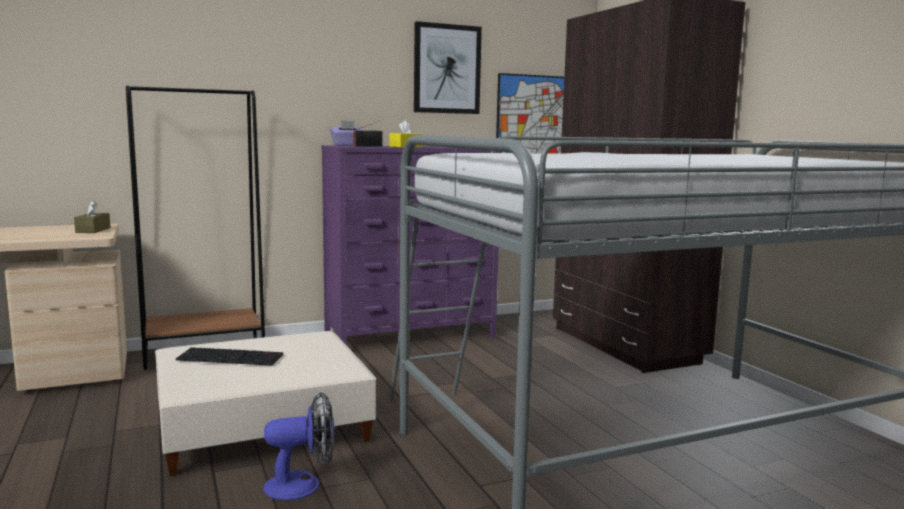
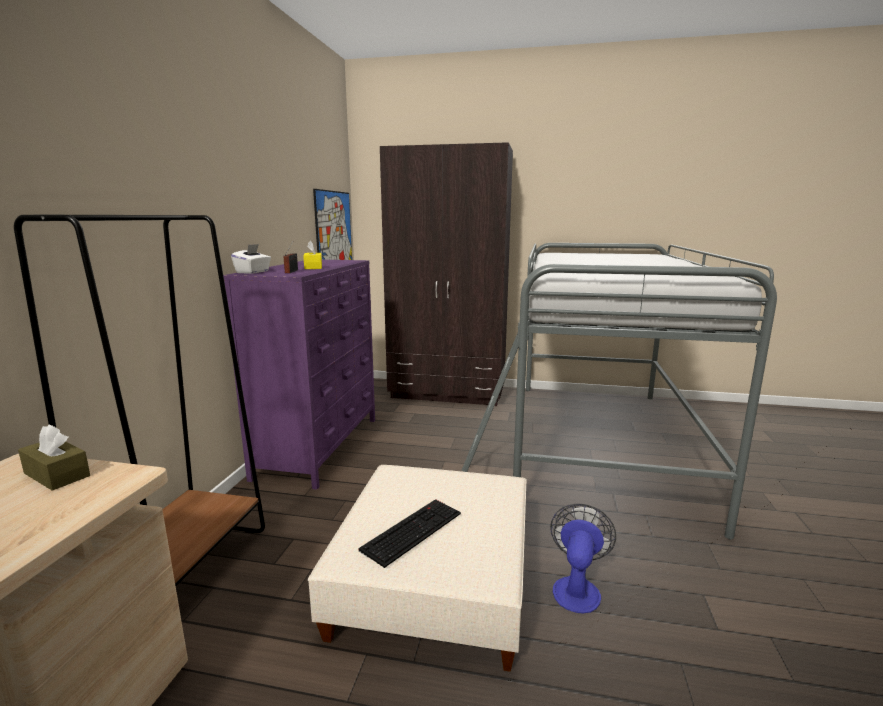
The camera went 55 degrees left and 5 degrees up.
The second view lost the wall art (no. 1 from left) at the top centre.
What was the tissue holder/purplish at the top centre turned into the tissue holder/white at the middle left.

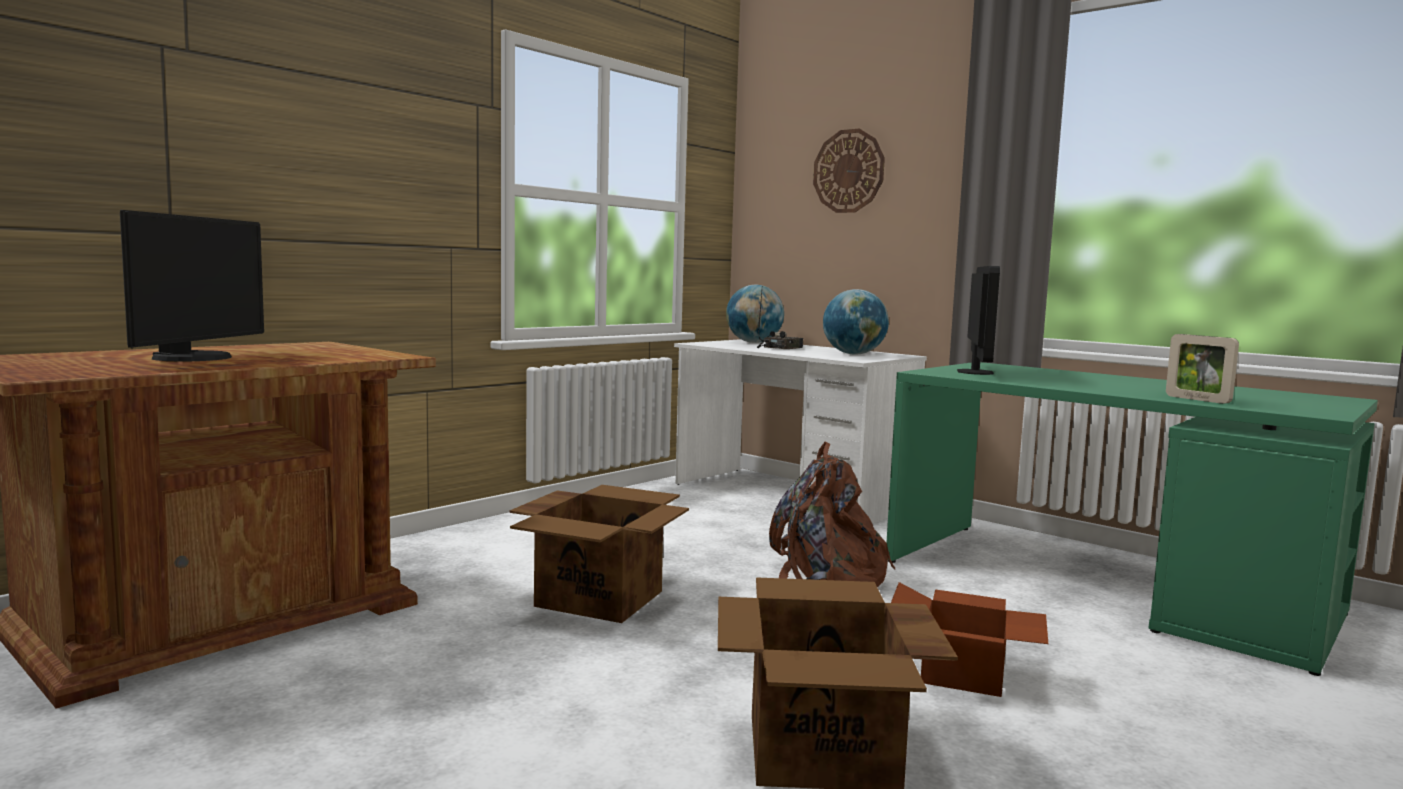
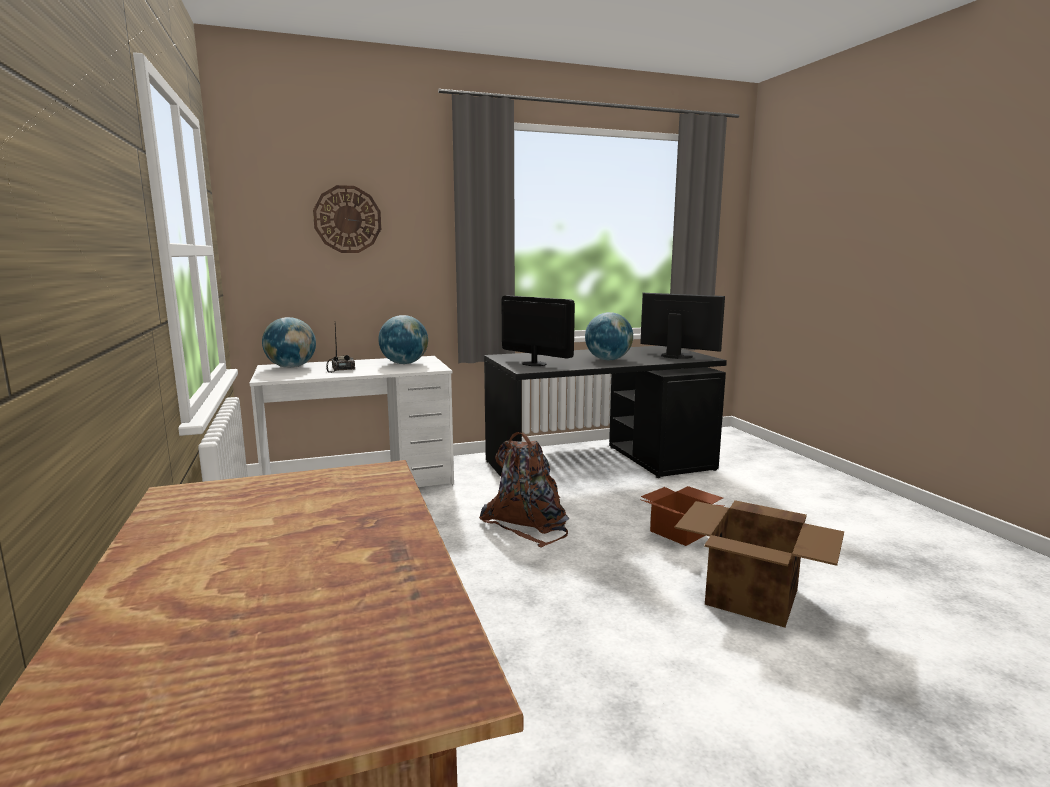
The camera went 60 degrees left and 5 degrees up.
The second view lost the carton (no. 1 from left) at the bottom centre.
The second view lost the picture frame at the middle right.
The second view gained the globe (no. 3 from left) at the centre.
The computer display (no. 1 from left in the first image) ended up elsewhere, having gone from the middle left to the centre.
What was the desk unit/greenish at the middle right turned into the desk unit/blackish at the centre.

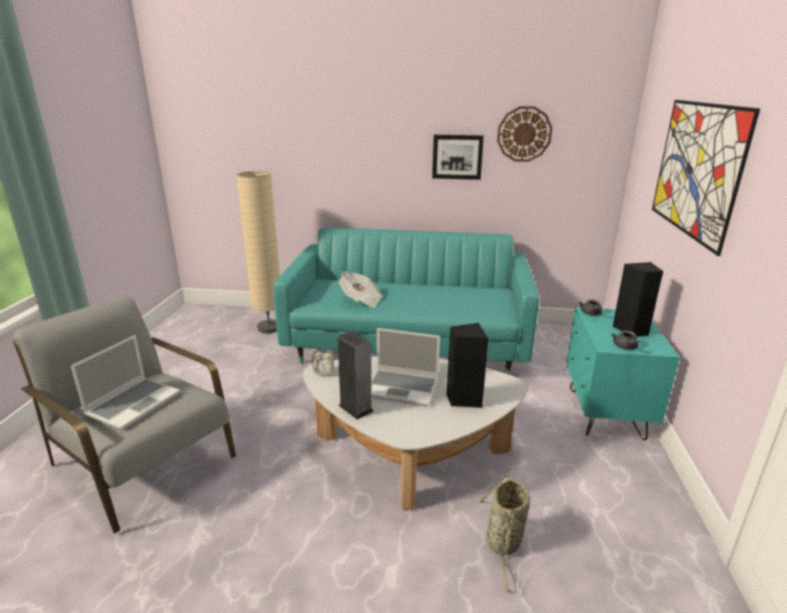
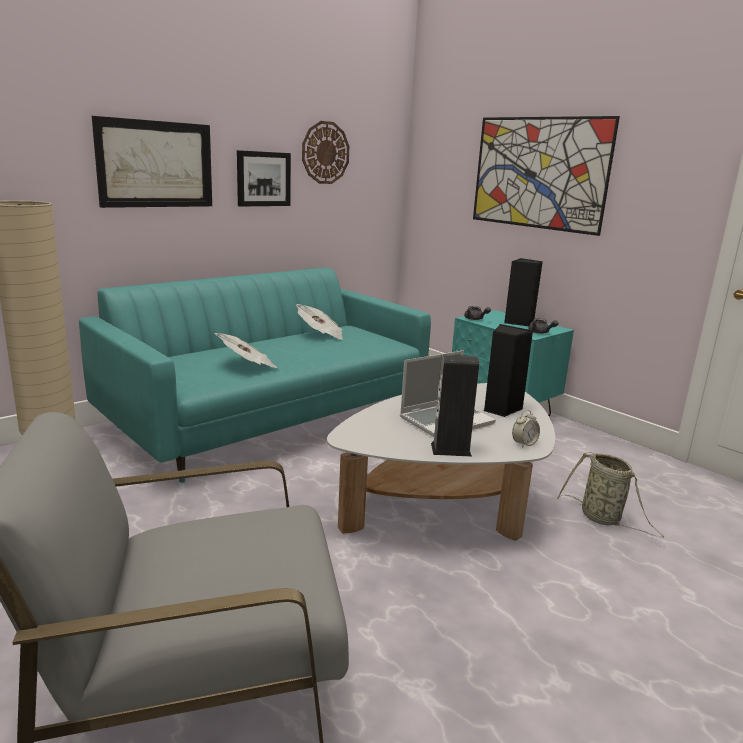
The camera went 50 degrees left and 5 degrees down.
The second view lost the notebook computer (no. 1 from left) at the middle left.
The second view gained the wall art (no. 1 from left) at the top left.
The second view gained the newspaper (no. 2 from left) at the centre.
The alarm clock ended up elsewhere, having gone from the centre to the middle right.

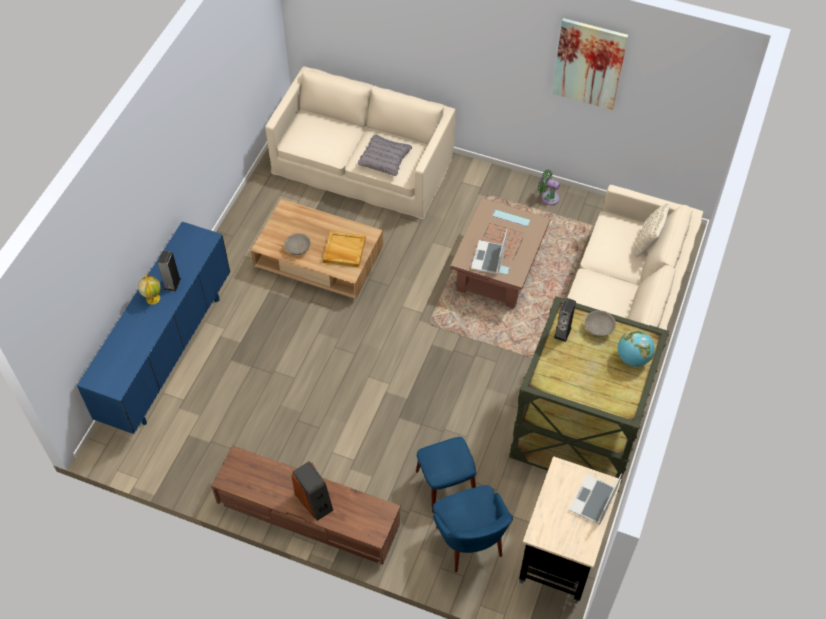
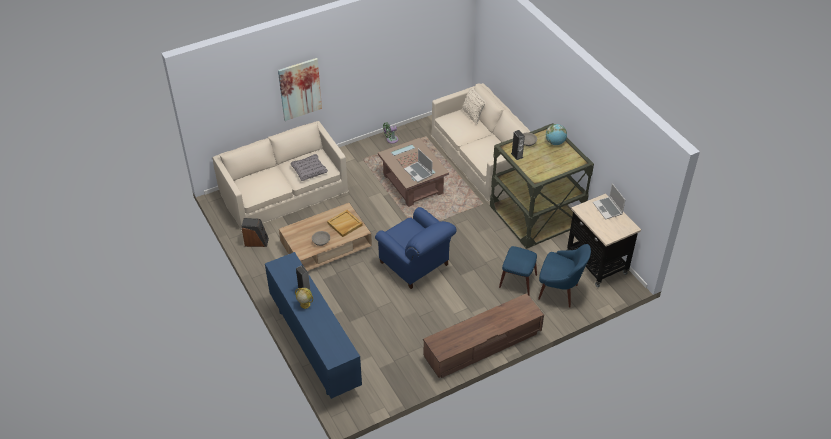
The camera went 50 degrees left and 10 degrees down.
The second view gained the lounge chair/blue-coloured (no. 1 from left) at the centre.
The speaker (no. 2 from left in the first image) ended up elsewhere, having gone from the bottom centre to the middle left.
The wall art ended up elsewhere, having gone from the top right to the top centre.

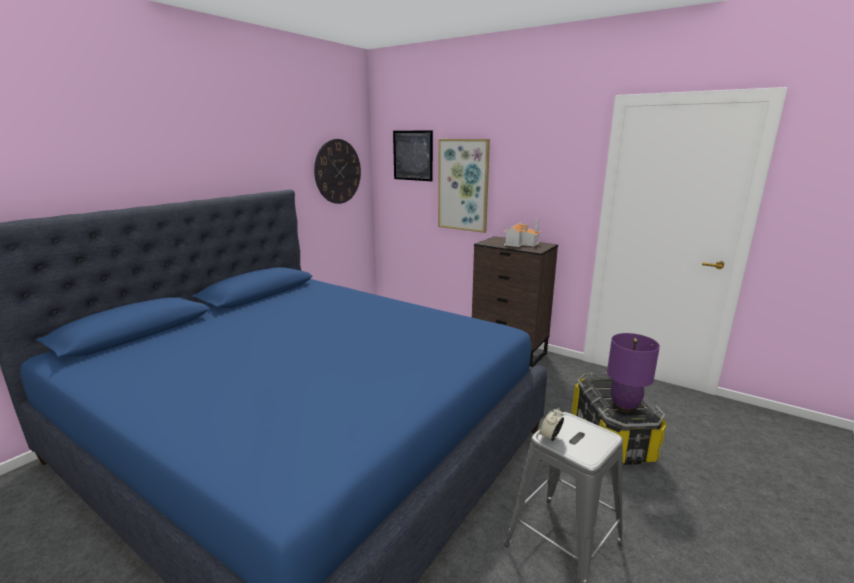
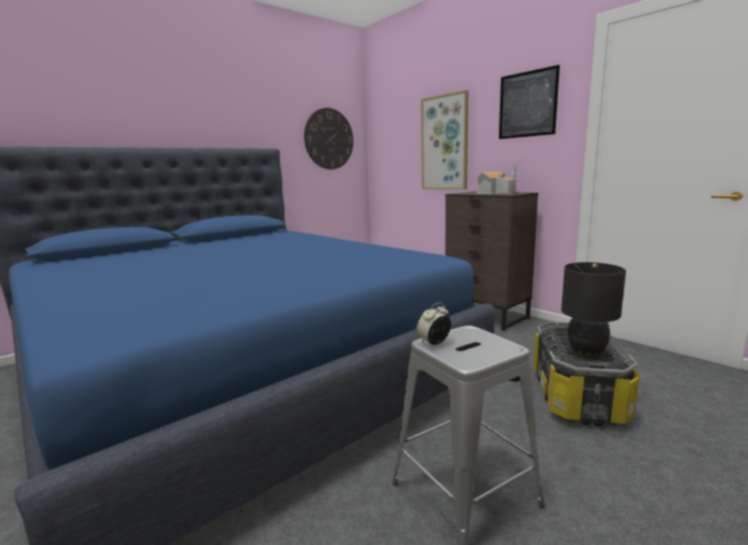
The camera went 15 degrees right and 5 degrees down.
The wall art (no. 1 from left in the first image) ended up elsewhere, having gone from the top centre to the top right.
What was the tabletop lamp/purplish at the middle right turned into the tabletop lamp/blackish at the middle right.

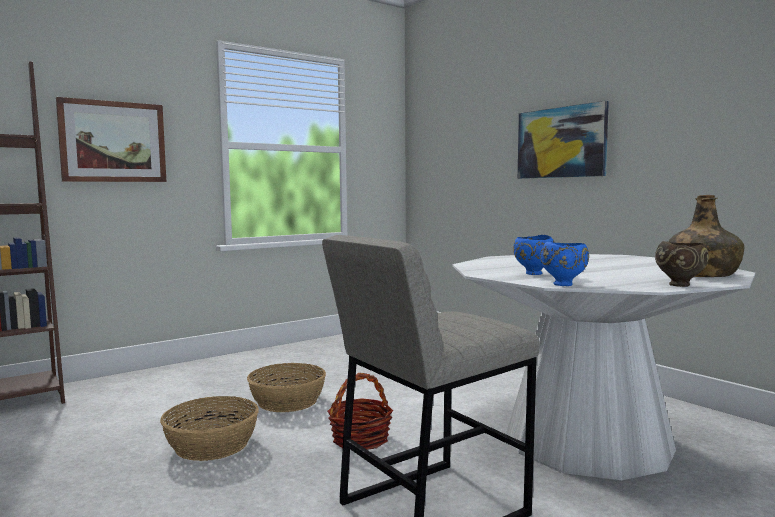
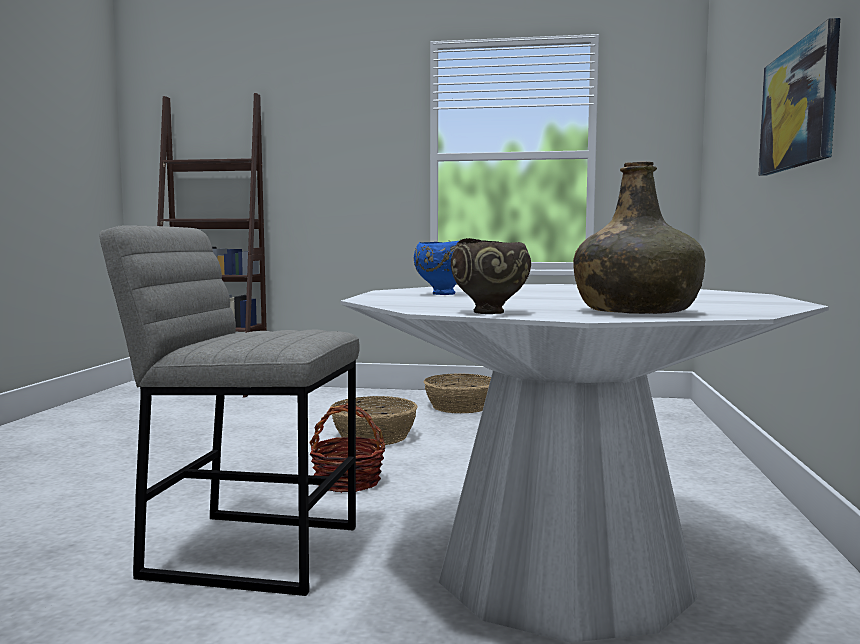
The camera went 45 degrees right and 0 degrees up.
The second view lost the wall art (no. 1 from left) at the top left.
The second view lost the bowl/blue-coloured (no. 2 from left) at the middle right.
The storage basket (no. 1 from left in the first image) ended up elsewhere, having gone from the bottom left to the centre.

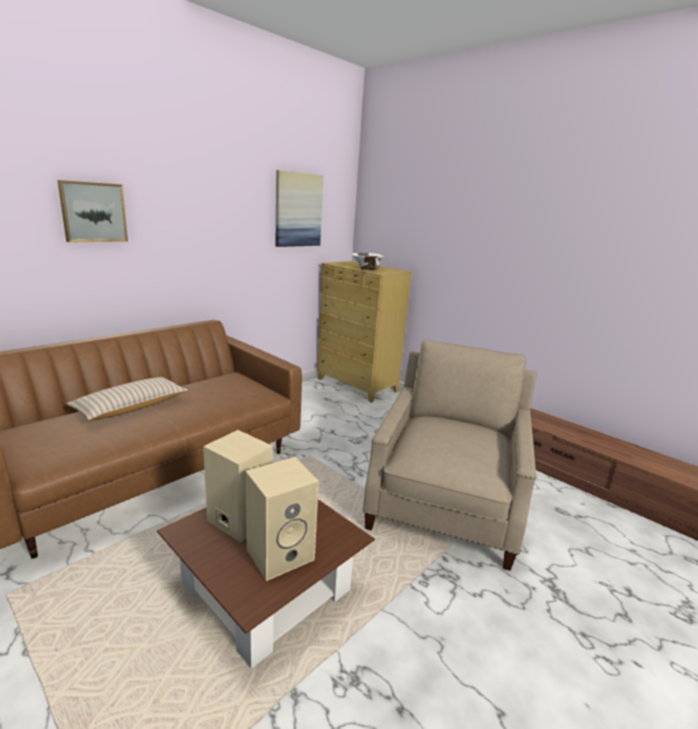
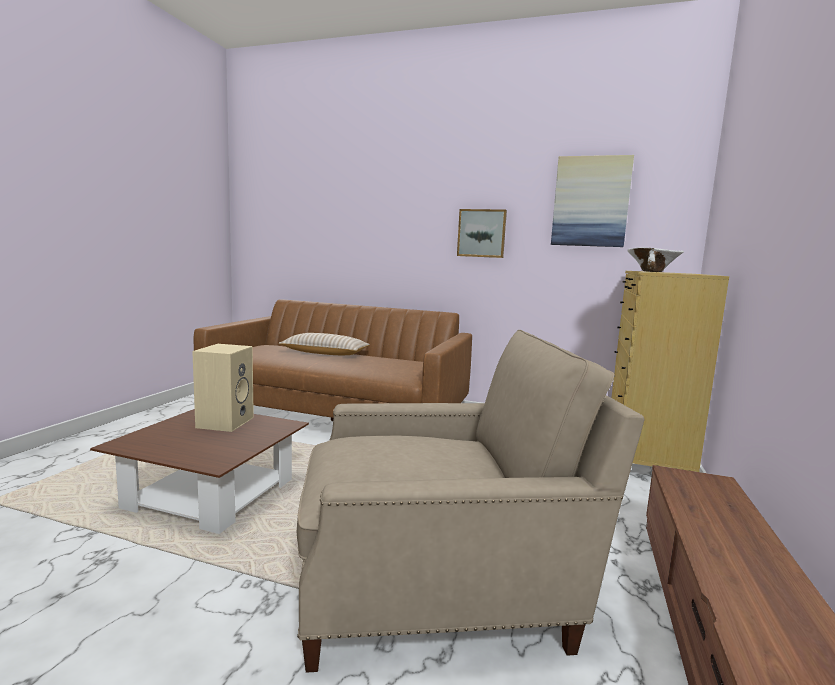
The camera went 65 degrees right and 10 degrees down.
The second view lost the speaker/beige (no. 2 from left) at the bottom centre.
The wall art (no. 1 from left) ended up elsewhere, having gone from the top left to the centre.

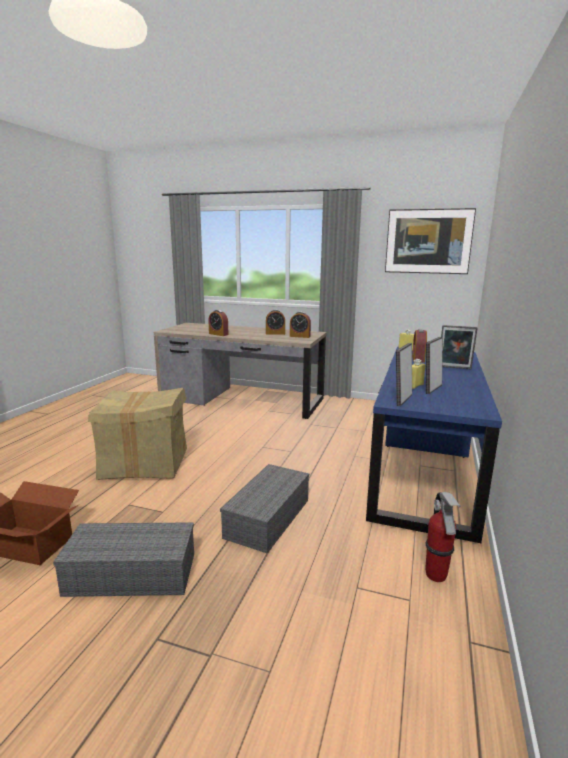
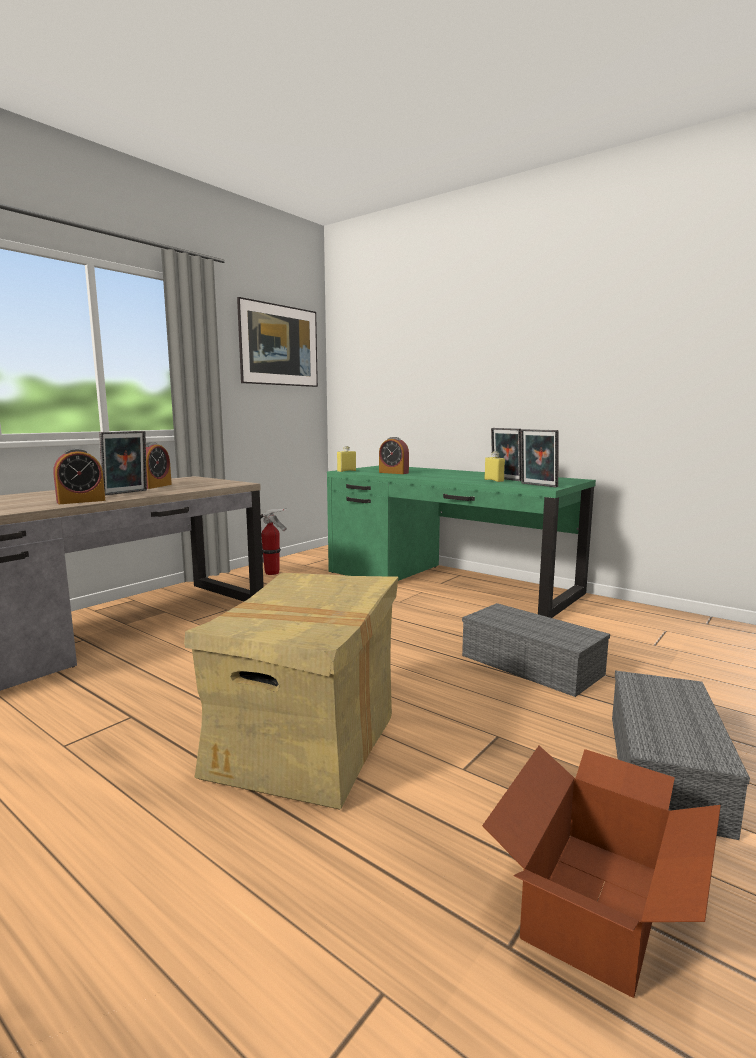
The camera went 70 degrees left and 5 degrees down.
The second view lost the alarm clock (no. 3 from left) at the centre.
The fire-fighting cylinder ended up elsewhere, having gone from the bottom right to the centre.
The picture frame (no. 3 from left in the first image) ended up elsewhere, having gone from the middle right to the middle left.
What was the desk unit/blue-coloured at the middle right turned into the desk unit/greenish at the centre.

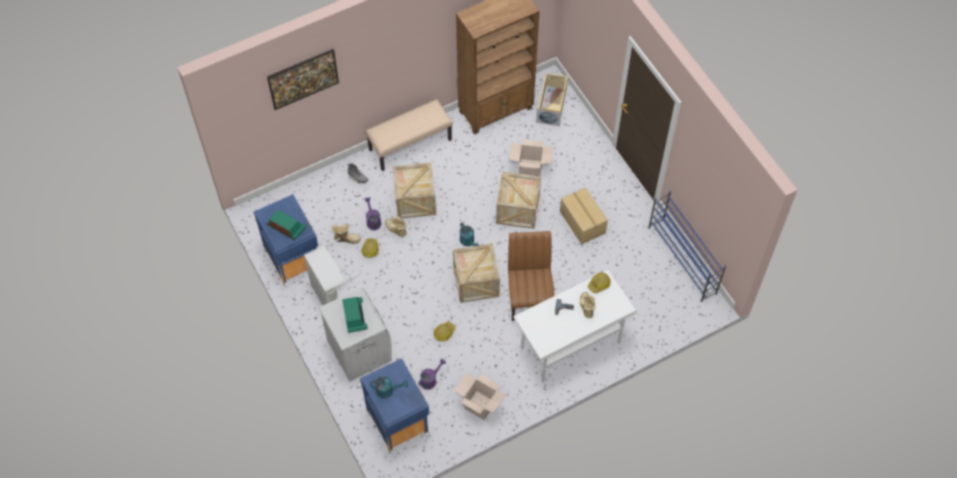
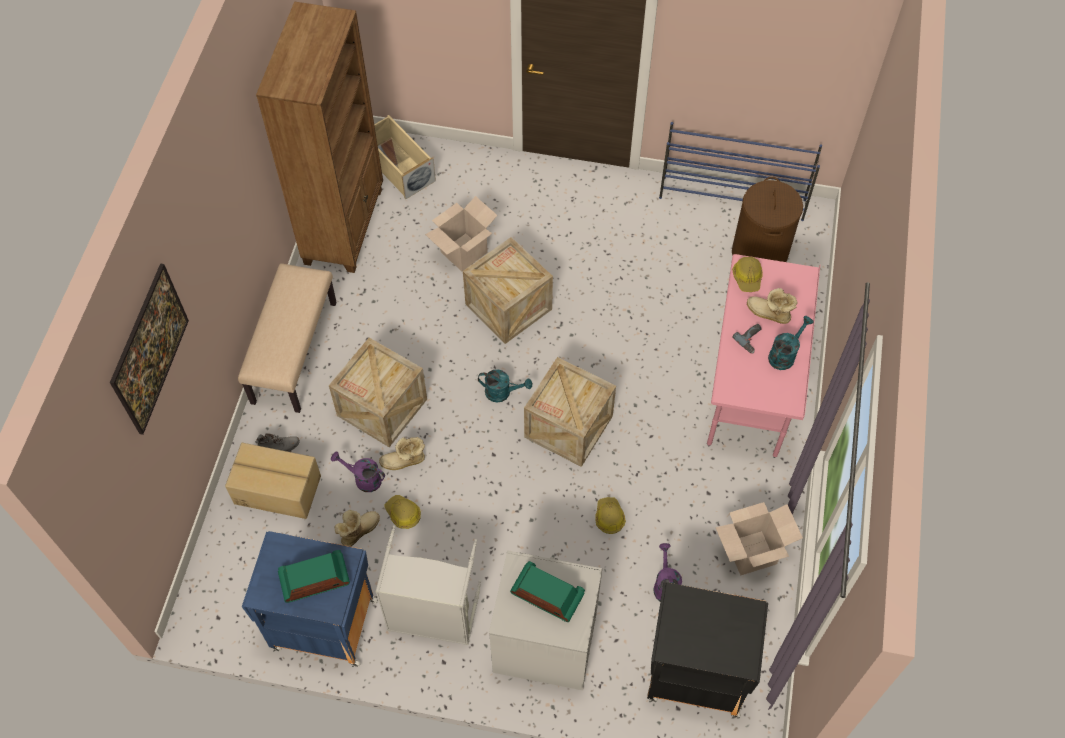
The camera went 50 degrees left and 0 degrees up.
The second view lost the chair/brown-coloured at the centre.
The second view gained the washing basket/brown-coloured at the top right.
The sprinkling can/turquoise-coloured (no. 1 from left in the first image) ended up elsewhere, having gone from the bottom centre to the middle right.
The carton (no. 3 from left in the first image) ended up elsewhere, having gone from the centre to the middle left.
What was the cart/blue-coloured (no. 2 from left) at the bottom centre turned into the cart/blackish at the bottom centre.
What was the desk unit/white at the bottom centre turned into the desk unit/pink-coloured at the middle right.

